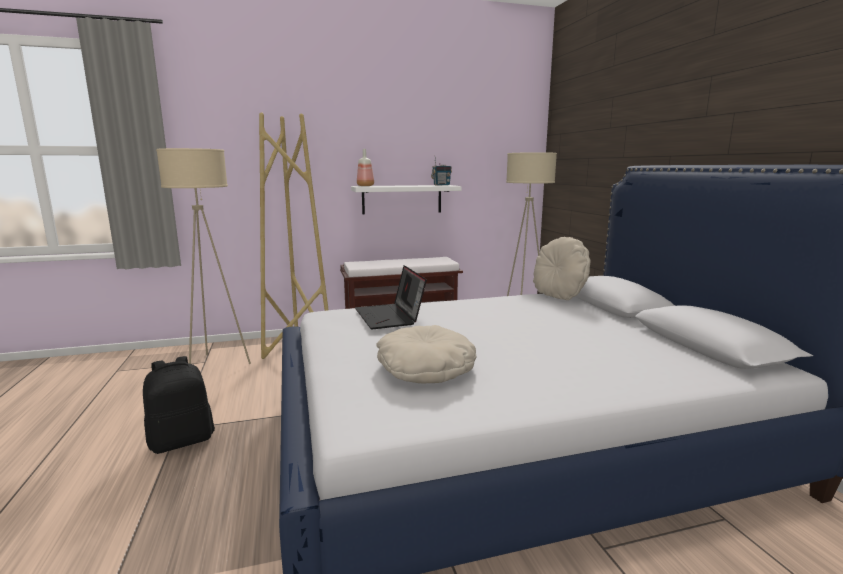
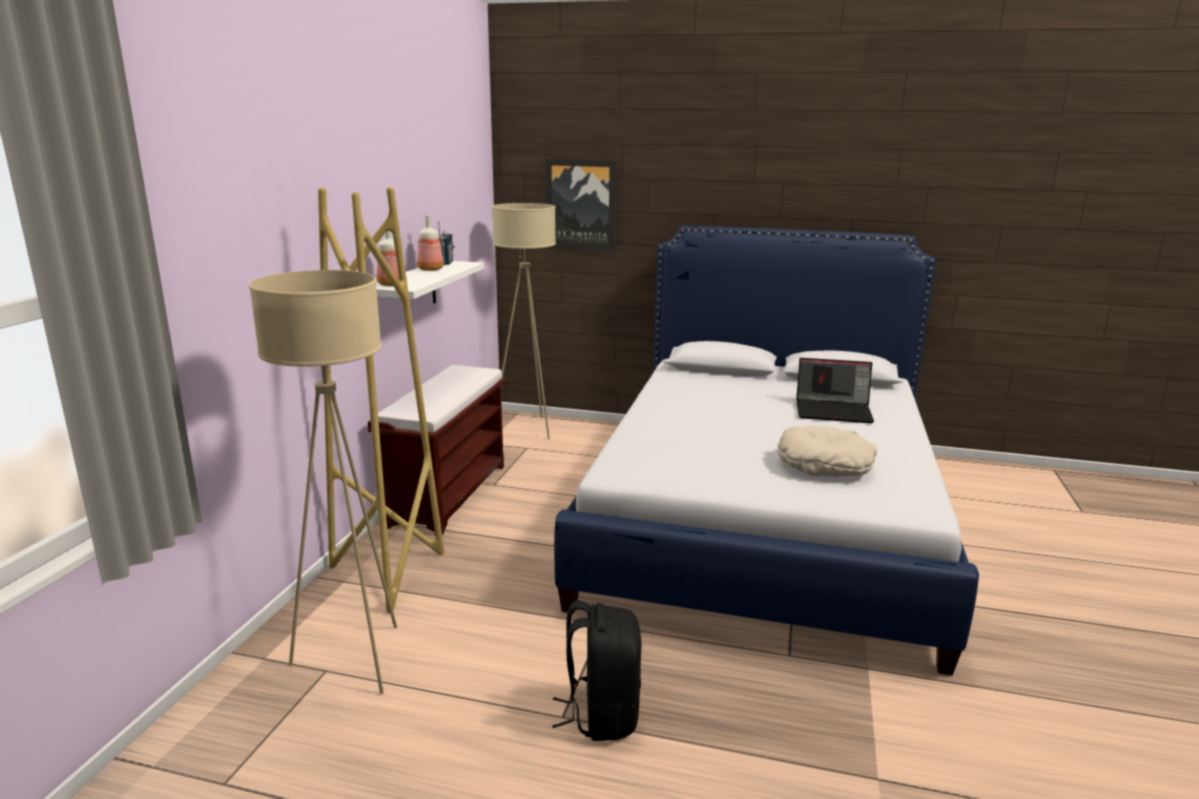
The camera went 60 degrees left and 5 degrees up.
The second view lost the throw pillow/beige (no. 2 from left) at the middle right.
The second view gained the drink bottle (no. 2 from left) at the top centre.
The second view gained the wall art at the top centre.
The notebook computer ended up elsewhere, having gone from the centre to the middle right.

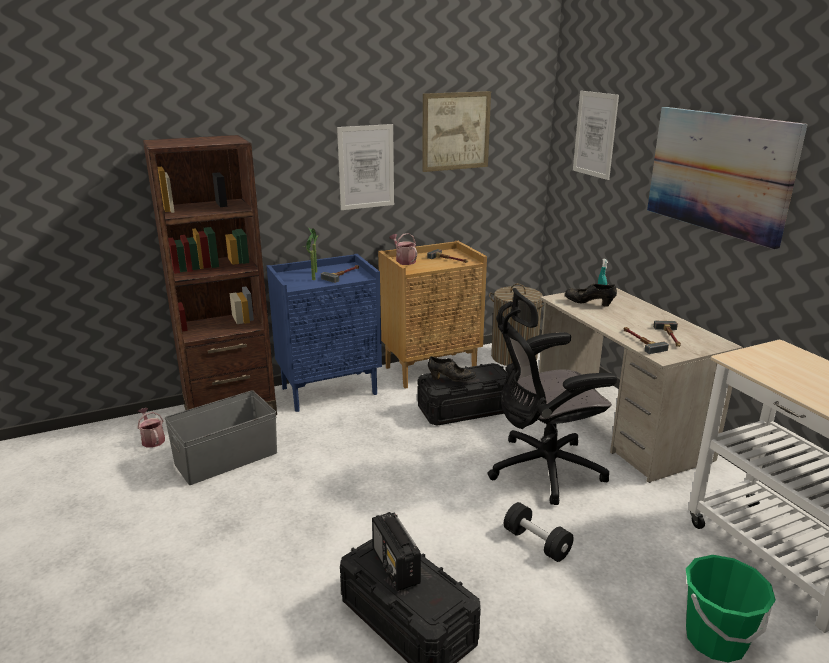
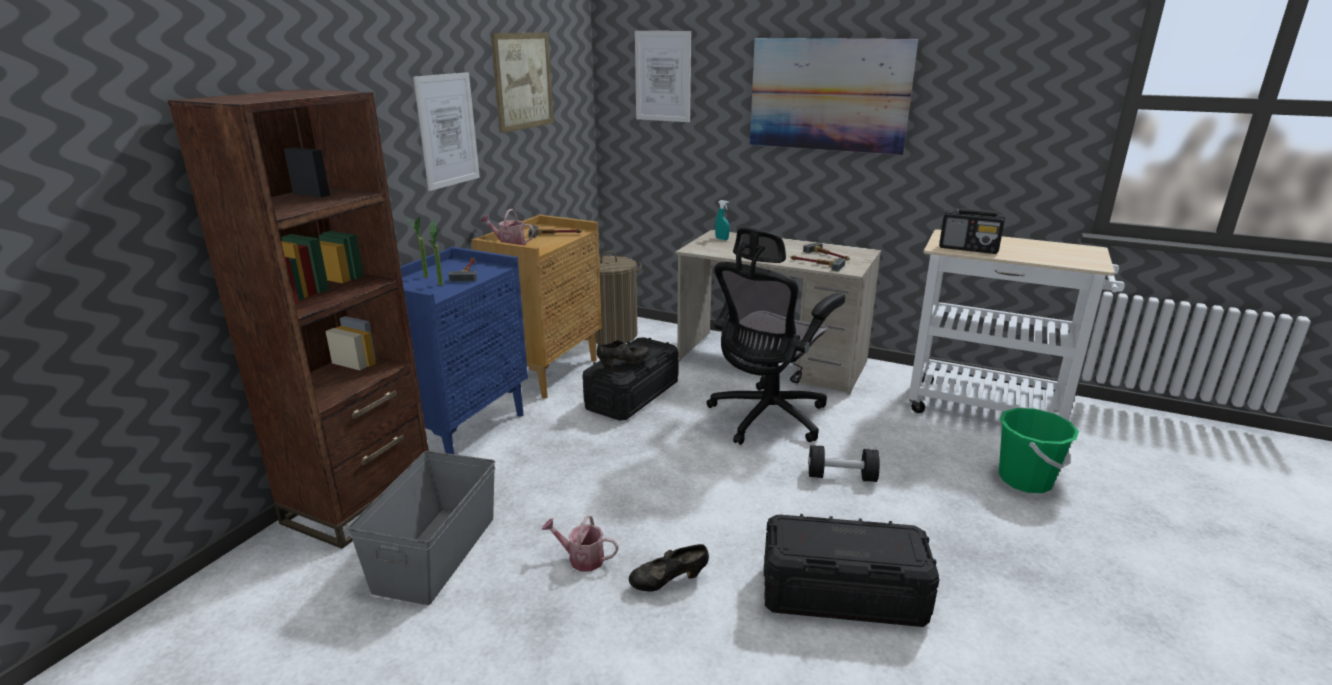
The camera went 40 degrees left and 0 degrees up.
The sprinkling can (no. 1 from left in the first image) ended up elsewhere, having gone from the middle left to the bottom centre.
The radio set ended up elsewhere, having gone from the bottom centre to the middle right.
The low shoe/blackish (no. 2 from left) ended up elsewhere, having gone from the middle right to the bottom centre.

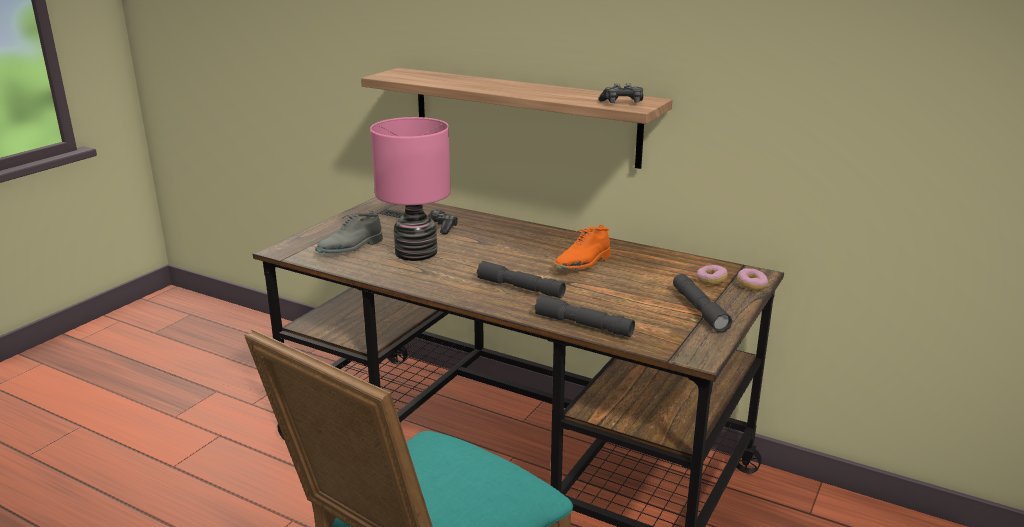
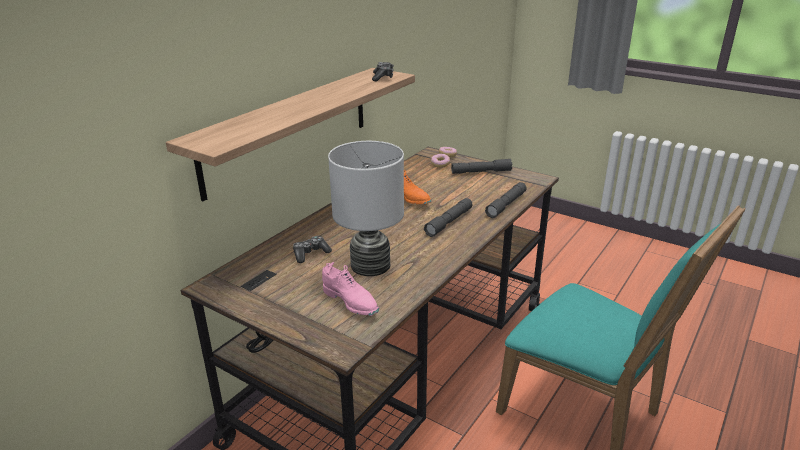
The camera went 85 degrees left and 5 degrees up.
What was the low shoe/grey at the centre turned into the low shoe/pink-coloured at the centre.
What was the tabletop lamp/pink-coloured at the centre turned into the tabletop lamp/grey at the centre.

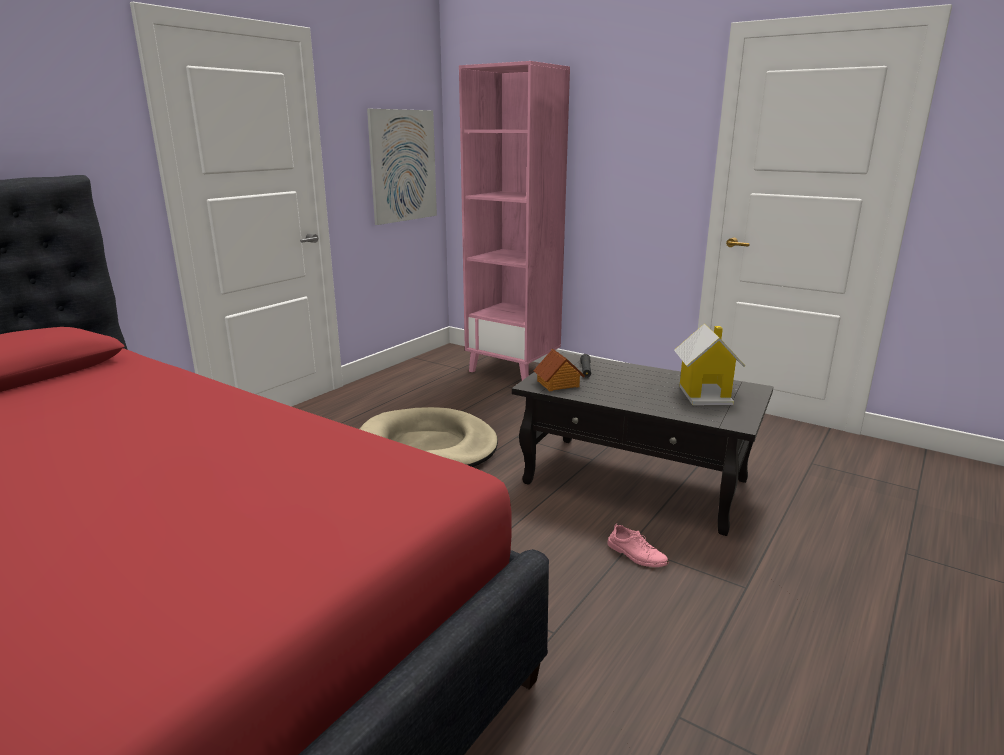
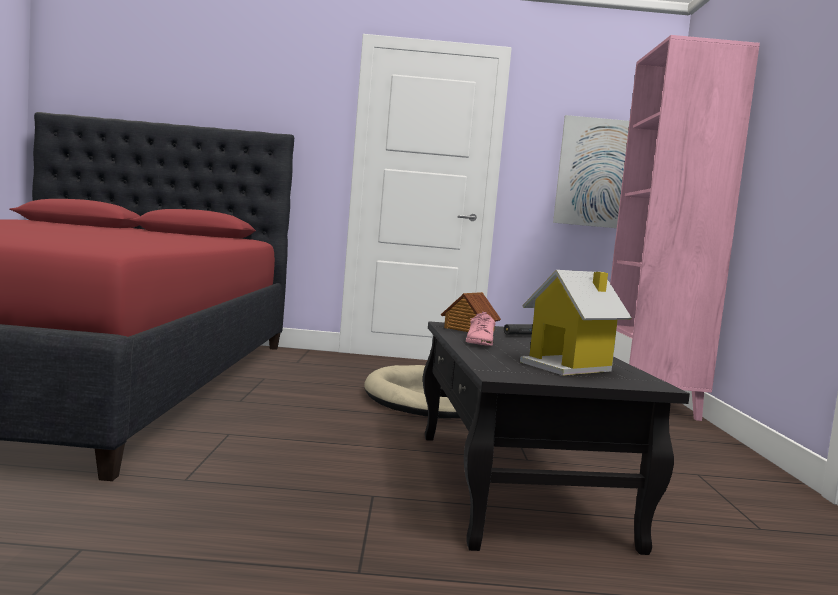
The camera went 55 degrees right and 15 degrees down.
The low shoe/pink-coloured ended up elsewhere, having gone from the bottom centre to the centre.

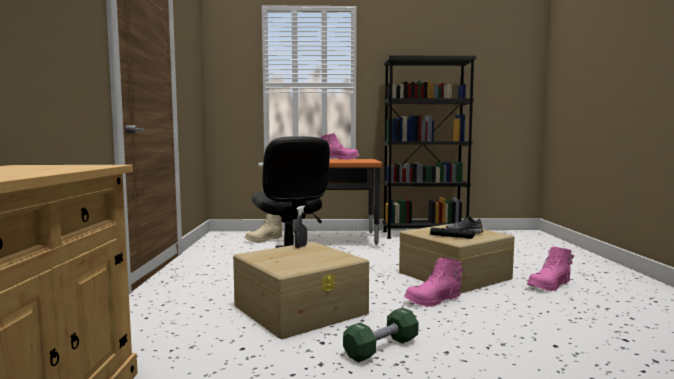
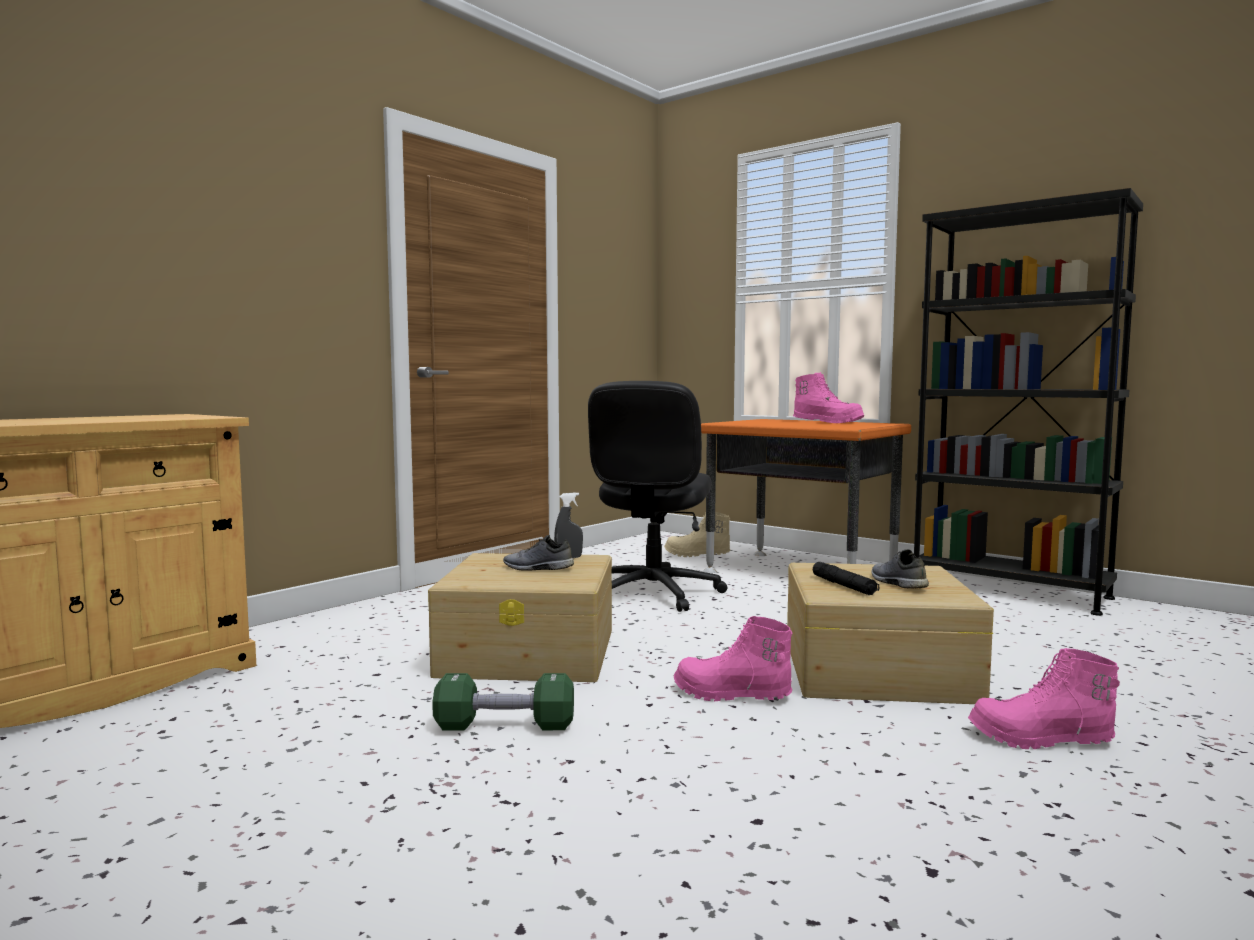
The camera went 40 degrees right and 0 degrees up.
The second view gained the low shoe/grey (no. 1 from left) at the centre.

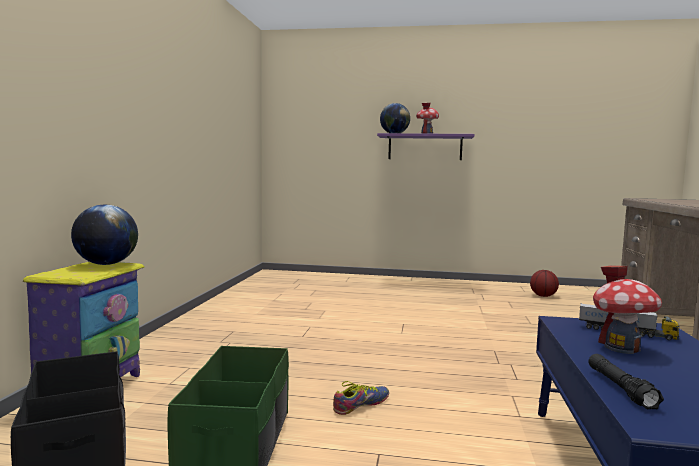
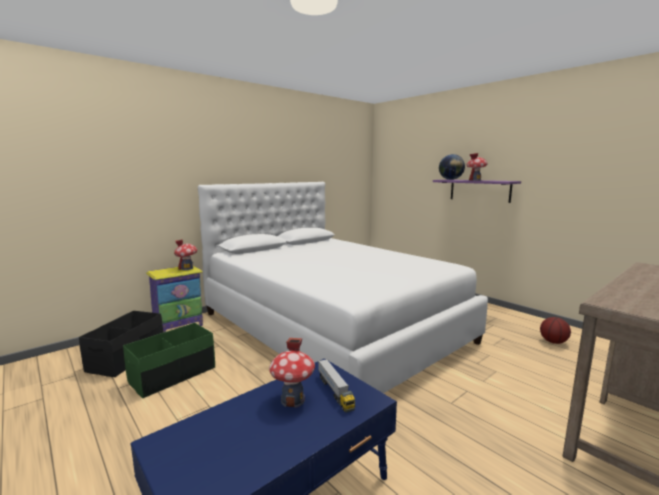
The camera went 40 degrees right and 5 degrees up.
The second view lost the low shoe at the bottom centre.
The second view lost the flashlight/blackish at the bottom right.
The second view gained the sleeping bed/white at the centre.
Where the globe (no. 1 from left) stood at the middle left, the toy house (no. 1 from left) came to stand at the middle left.

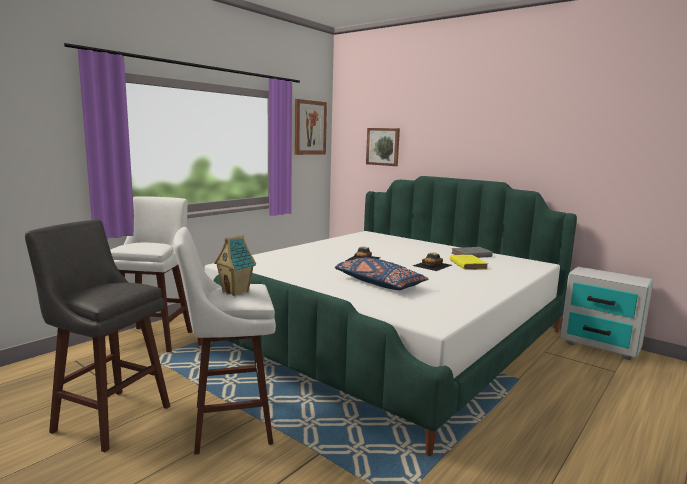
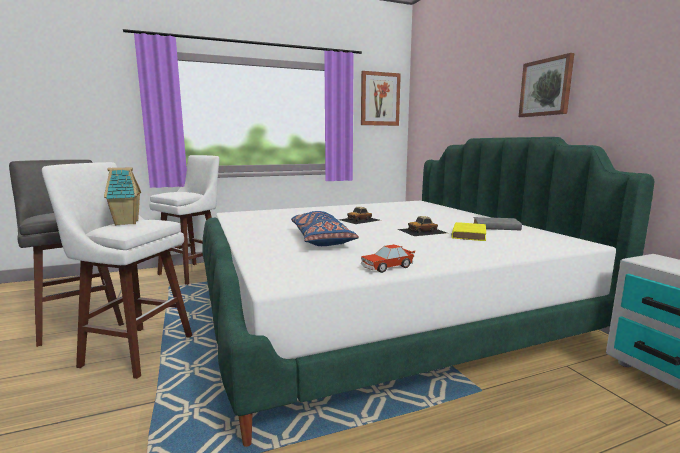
The camera went 30 degrees right and 0 degrees up.
The second view gained the model car (no. 2 from left) at the centre.
The wall art (no. 2 from left) ended up elsewhere, having gone from the top centre to the top right.

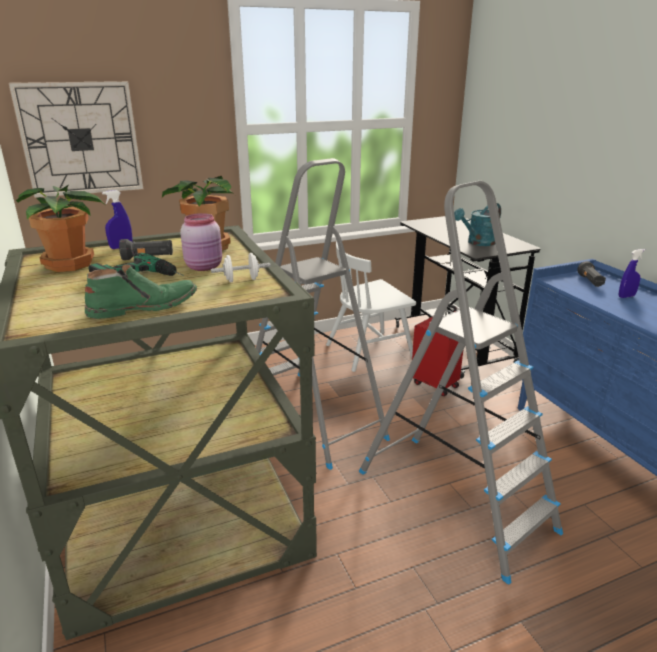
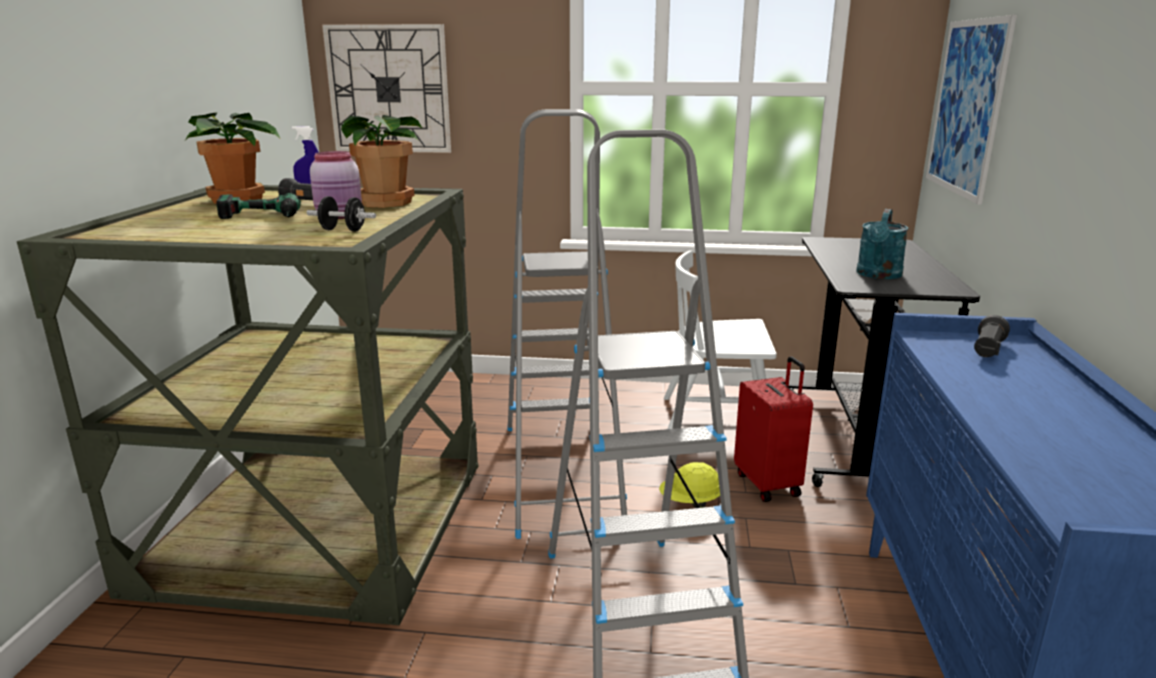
The camera went 30 degrees right and 5 degrees down.
The second view lost the boot/greenish at the middle left.
The second view lost the sprayer/blue-coloured (no. 2 from left) at the middle right.
The second view gained the hard hat/yellow at the bottom centre.
The second view gained the wall art at the top right.
What was the hand weight/white at the centre turned into the hand weight/blackish at the top left.
The sprinkling can/turquoise-coloured at the middle right ended up facing another way, 60 degrees counterclockwise from before.

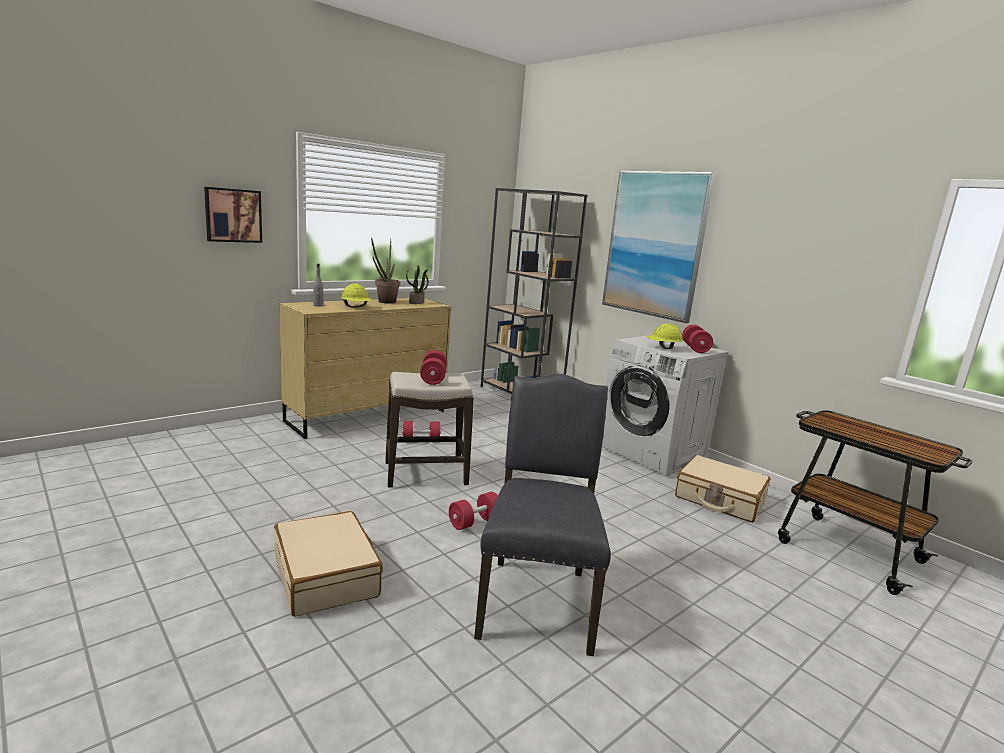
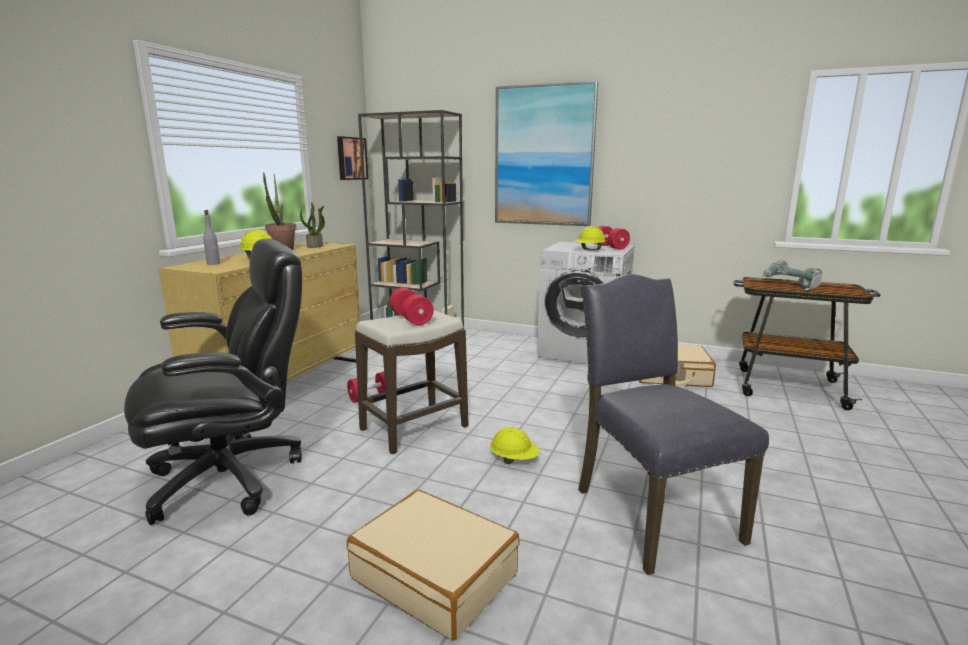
The camera went 25 degrees left and 0 degrees up.
The second view gained the office chair/blackish at the middle left.
The second view gained the power drill at the middle right.
The wall art (no. 1 from left) ended up elsewhere, having gone from the top left to the top centre.
Where the hand weight/reddish (no. 3 from left) stood at the bottom centre, the hard hat/yellow (no. 2 from left) came to stand at the bottom centre.

